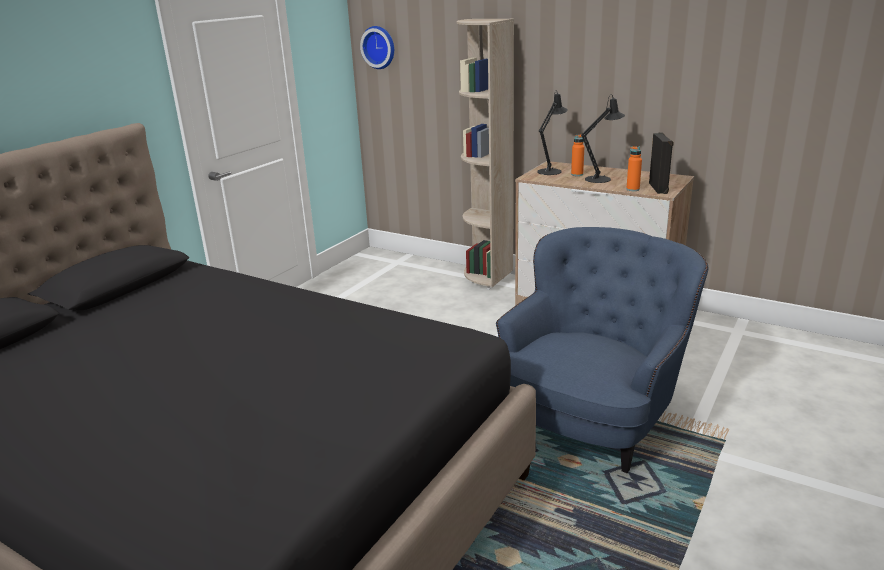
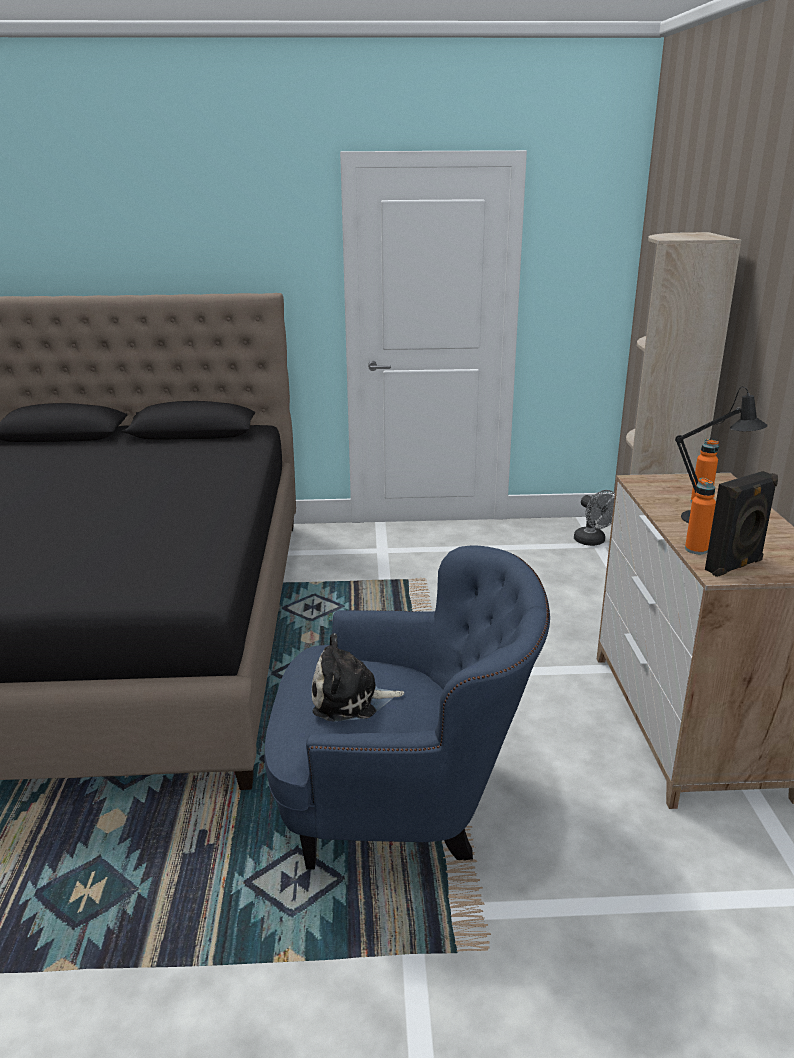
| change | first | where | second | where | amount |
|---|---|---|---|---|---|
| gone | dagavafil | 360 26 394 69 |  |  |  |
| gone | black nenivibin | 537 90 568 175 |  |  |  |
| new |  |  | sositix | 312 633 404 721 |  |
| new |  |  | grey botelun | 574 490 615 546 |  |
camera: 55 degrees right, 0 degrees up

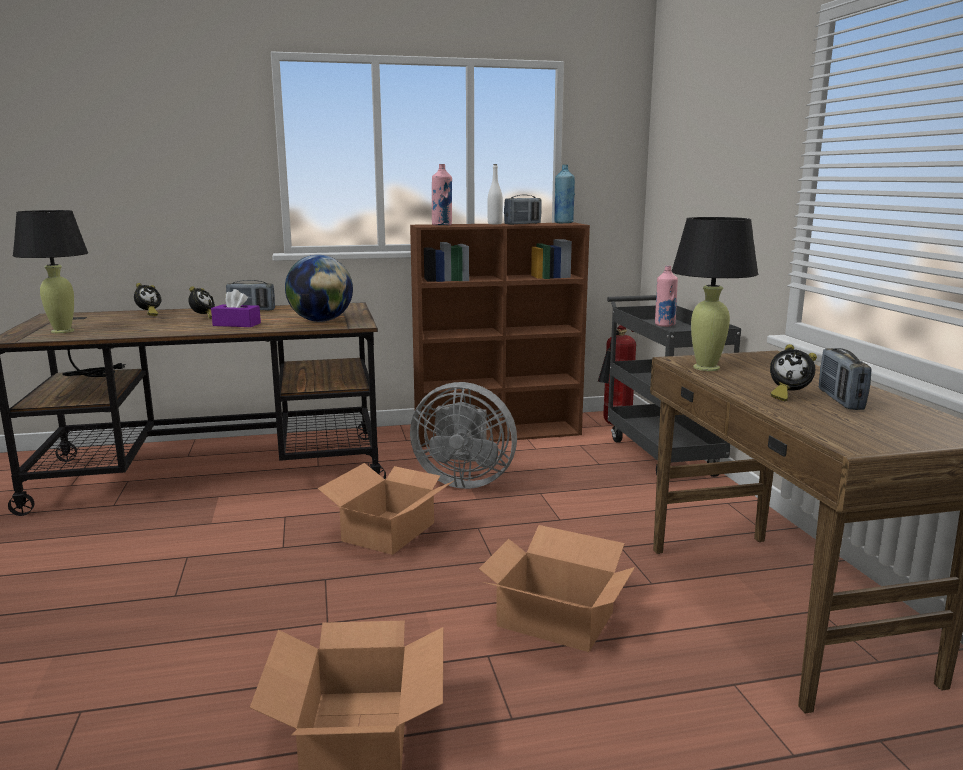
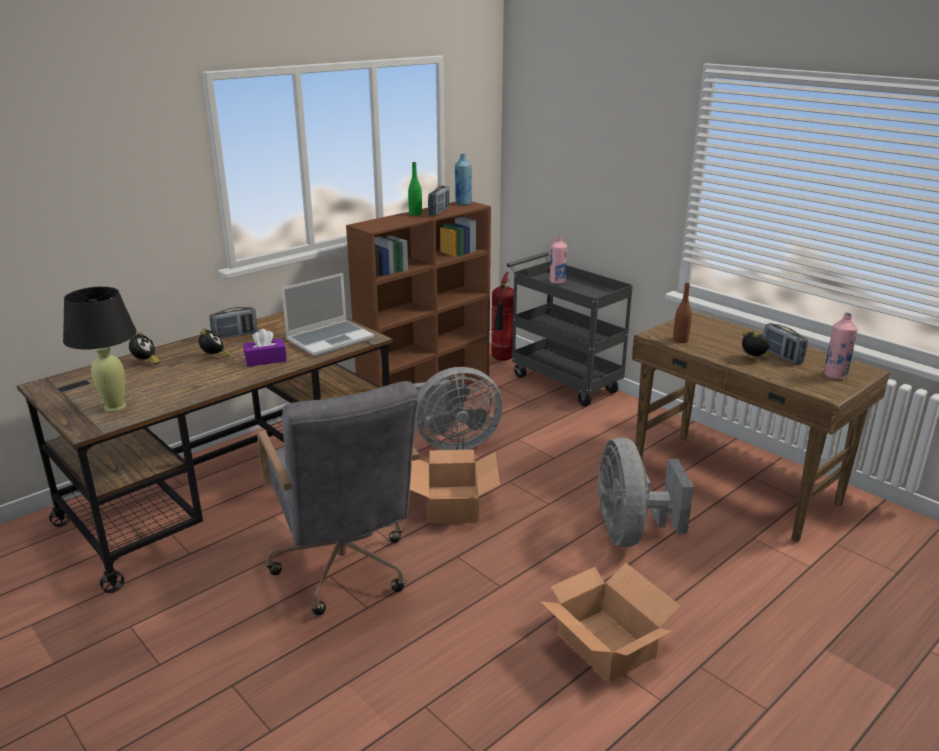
| change | first | where | second | where | amount |
|---|---|---|---|---|---|
| swapped | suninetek | 285 255 353 322 | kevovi | 281 273 374 356 |  |
| shifted | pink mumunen | 432 164 452 226 |  | 824 313 858 379 |  |
| swapped | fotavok | 479 525 635 652 | grey botelun | 598 437 694 547 |  |
| repainted | white mumunen | 487 164 503 224 | green mumunen | 408 162 422 216 |  |
| swapped | black nenivibin | 672 217 758 371 | brown mumunen | 673 283 692 343 |  |
| rotated | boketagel | 770 344 817 401 |  | 742 331 771 358 | 120 degrees counterclockwise |
| new |  |  | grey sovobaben | 257 381 420 615 |  |
camera: 30 degrees left, 10 degrees up

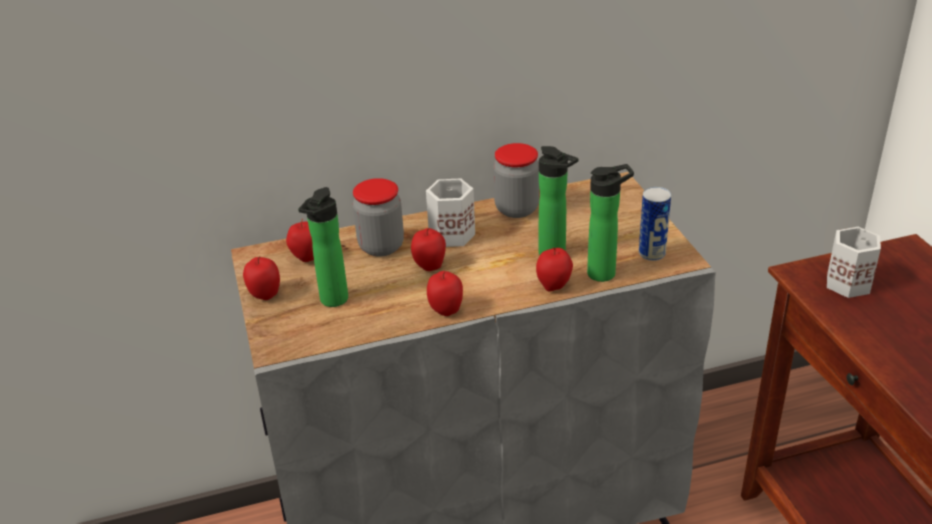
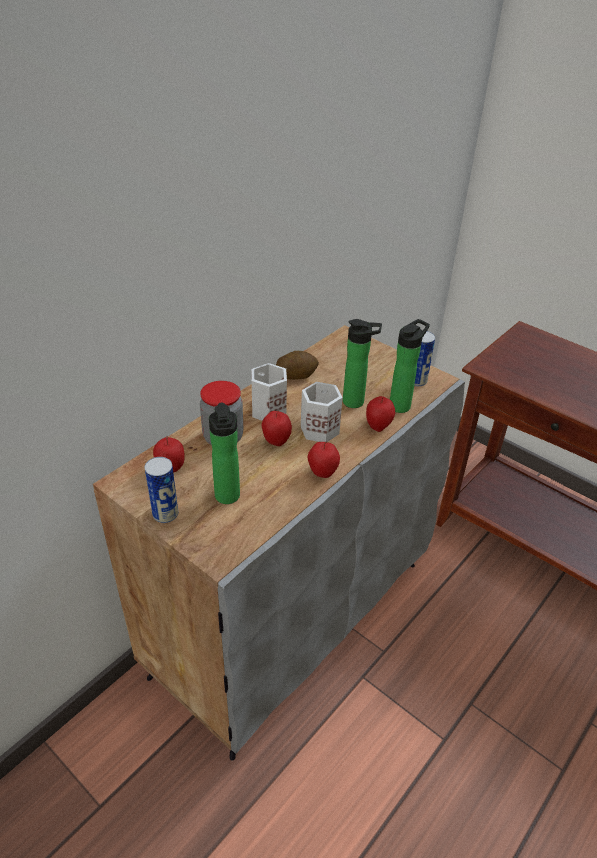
| change | first | where | second | where | amount |
|---|---|---|---|---|---|
| swapped | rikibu | 243 256 280 300 | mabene | 145 457 178 523 |  |
| swapped | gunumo | 493 143 539 218 | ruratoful | 276 351 319 380 |  |
| shifted | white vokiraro | 827 227 881 298 |  | 301 382 343 442 |  |
camera: 35 degrees left, 5 degrees up

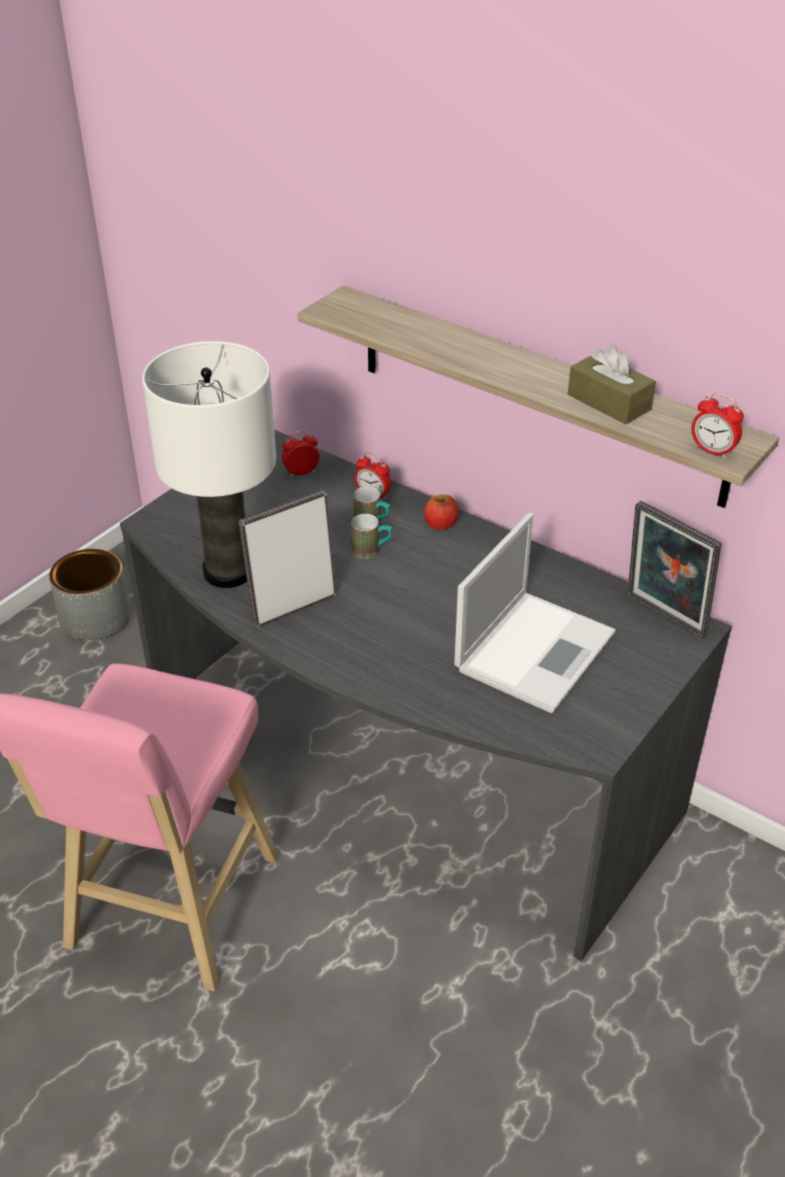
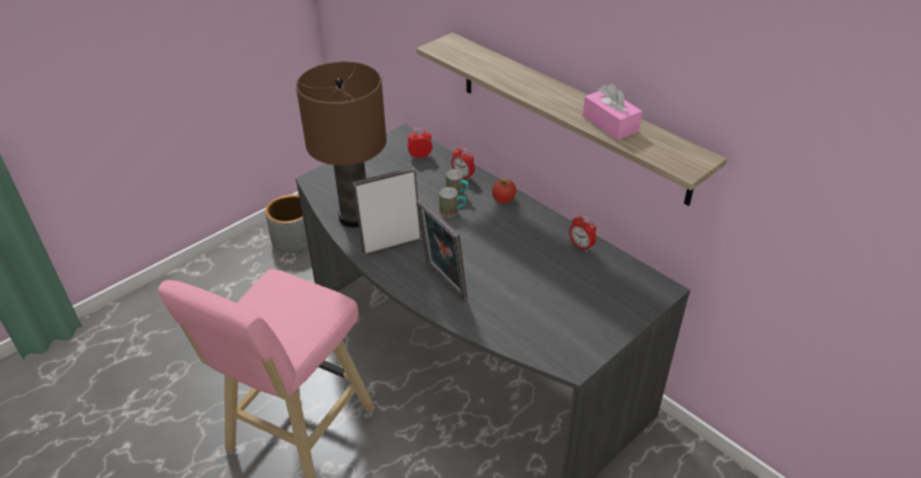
| change | first | where | second | where | amount |
|---|---|---|---|---|---|
| repainted | white nenivibin | 142 341 276 588 | brown nenivibin | 296 61 387 227 |  |
| gone | kevovi | 454 513 616 713 |  |  |  |
| repainted | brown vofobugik | 568 345 656 425 | pink vofobugik | 583 83 642 140 |  |
| shifted | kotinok | 627 501 722 638 |  | 416 199 467 301 |  |
| shifted | boketagel | 692 392 744 459 |  | 569 215 596 252 |  |
camera: 10 degrees right, 0 degrees up

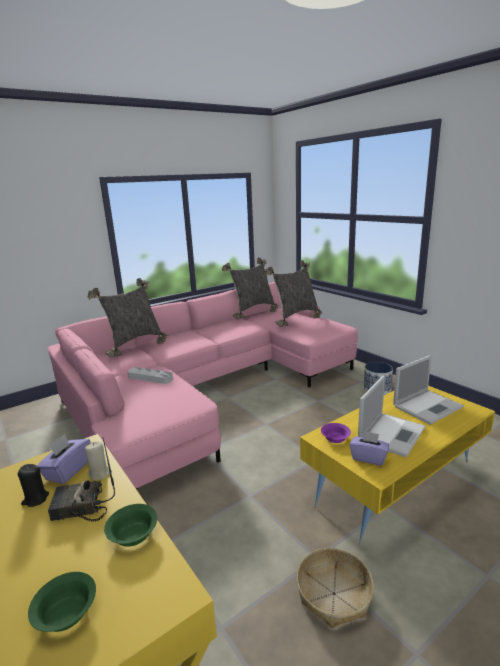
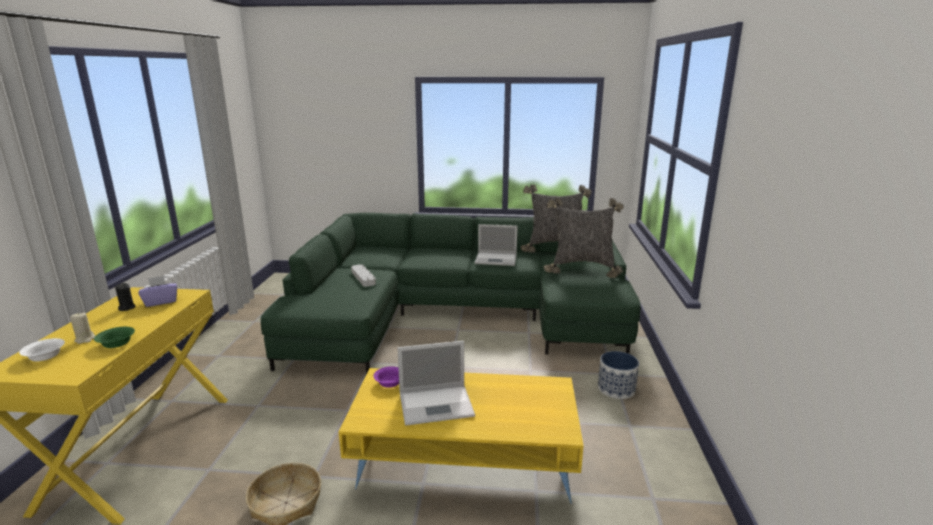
| change | first | where | second | where | amount |
|---|---|---|---|---|---|
| repainted | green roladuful | 28 572 96 632 | white roladuful | 19 338 65 361 |  |
| repainted | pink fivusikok | 47 282 358 489 | green fivusikok | 260 213 640 375 |  |
| gone | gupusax | 48 437 115 522 |  |  |  |
| shifted | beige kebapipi | 85 441 112 480 |  | 70 312 95 344 |  |
| gone | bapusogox | 87 278 167 358 |  |  |  |
| gone | purple vofobugik | 349 430 389 466 |  |  |  |
| shifted | kevovi | 393 355 464 425 |  | 474 224 518 266 |  |
camera: 40 degrees right, 0 degrees up

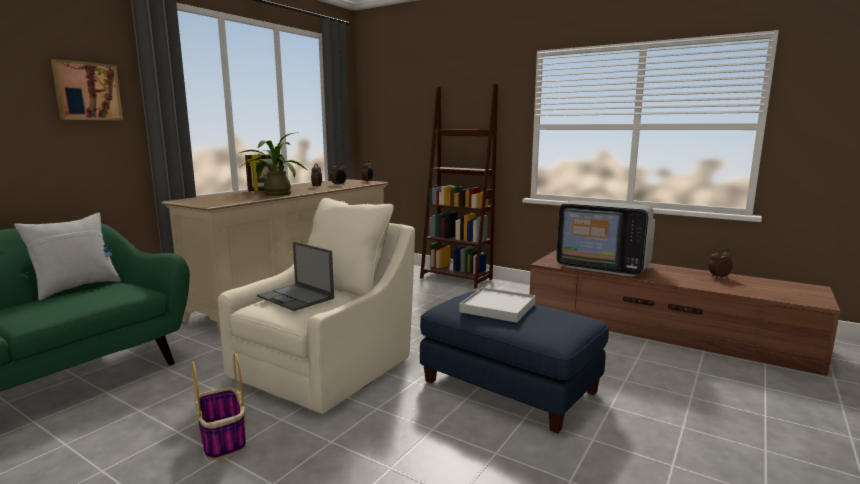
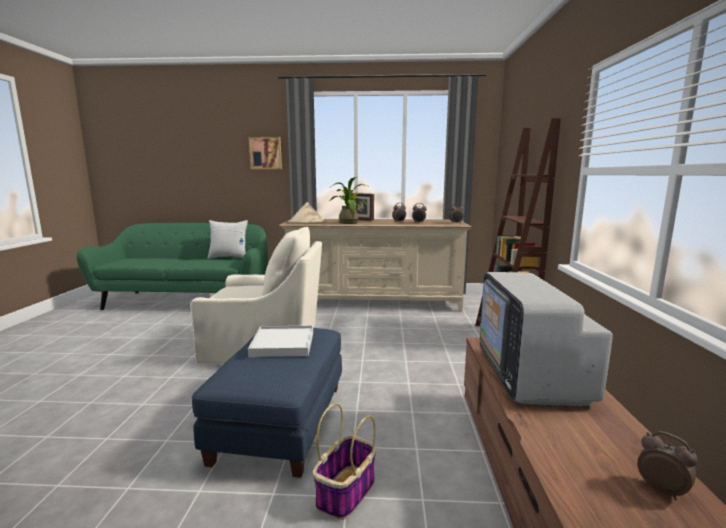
| change | first | where | second | where | amount |
|---|---|---|---|---|---|
| shifted | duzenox | 192 353 246 461 |  | 313 403 376 520 |  |
| gone | kevovi | 257 241 334 311 |  |  |  |
| new |  |  | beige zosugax | 288 202 325 223 |  |
camera: 60 degrees right, 0 degrees up

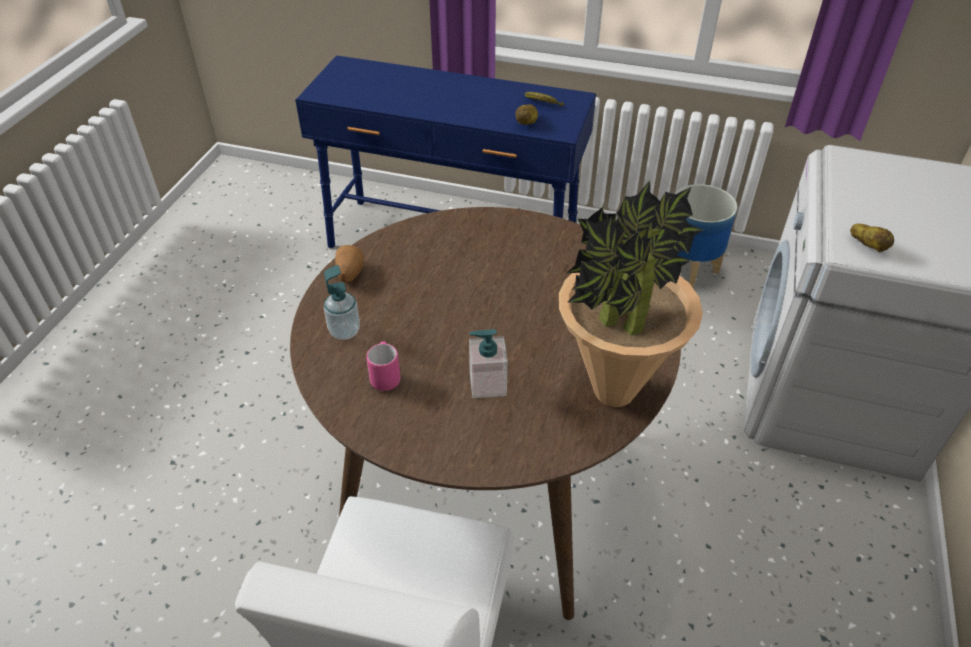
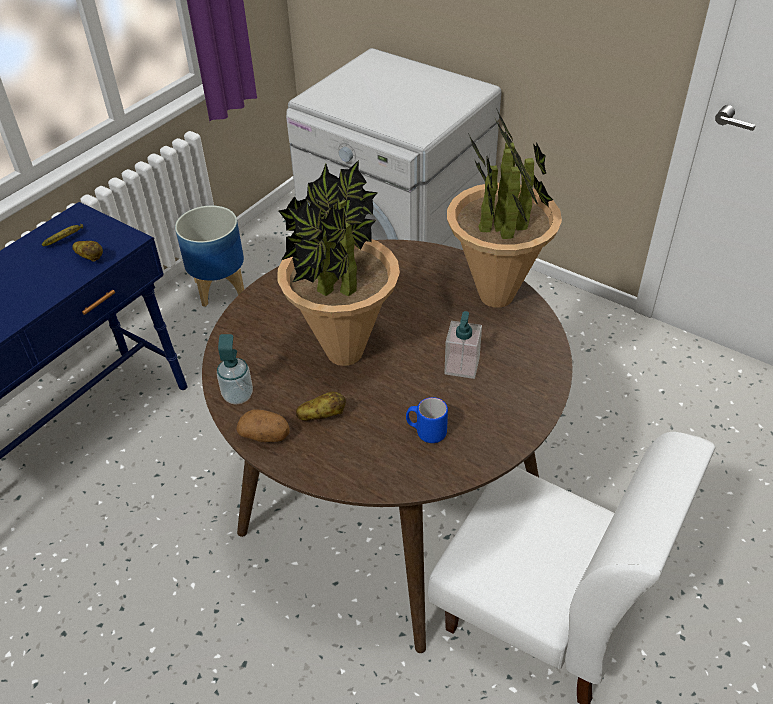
| change | first | where | second | where | amount |
|---|---|---|---|---|---|
| shifted | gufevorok | 324 265 360 340 |  | 217 334 253 405 |  |
| repainted | pink vokiraro | 366 341 401 391 | blue vokiraro | 406 397 448 443 |  |
| shifted | ruratoful | 850 224 894 252 |  | 296 392 346 421 |  |
| new |  |  | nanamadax | 278 160 400 366 |  |
camera: 70 degrees left, 0 degrees up

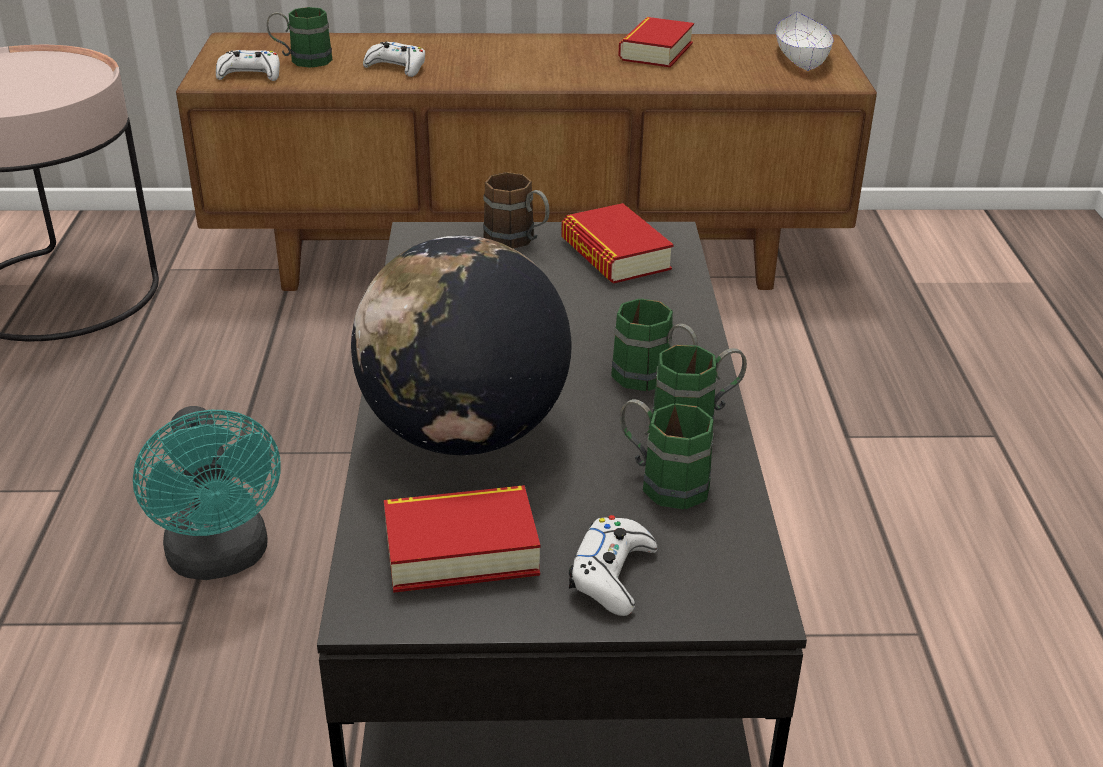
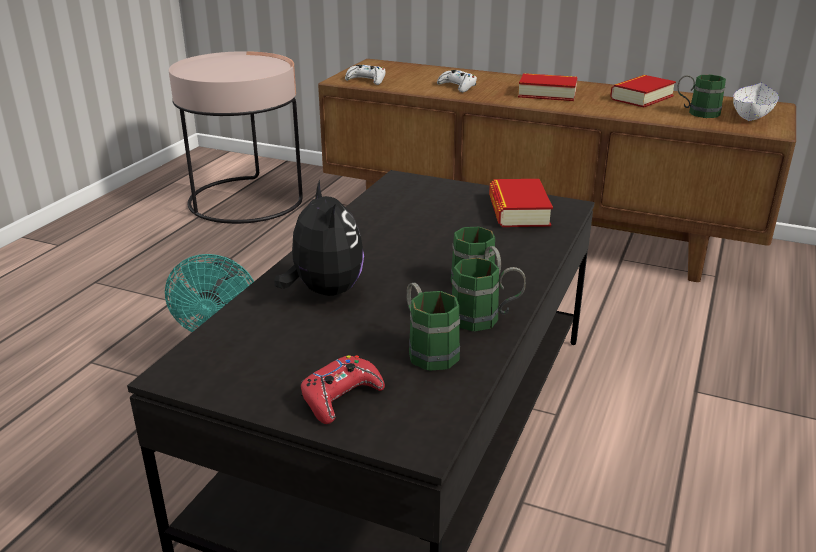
| change | first | where | second | where | amount |
|---|---|---|---|---|---|
| shifted | green vokiraro | 267 7 332 68 |  | 677 75 726 118 |  |
| swapped | suninetek | 351 236 571 455 | sositix | 274 180 364 296 |  |
| shifted | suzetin | 384 485 540 593 |  | 518 73 578 101 |  |
| gone | brown vokiraro | 483 172 550 249 |  |  |  |
| repainted | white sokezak | 569 515 658 616 | red sokezak | 300 355 385 424 |  |
camera: 25 degrees right, 5 degrees down

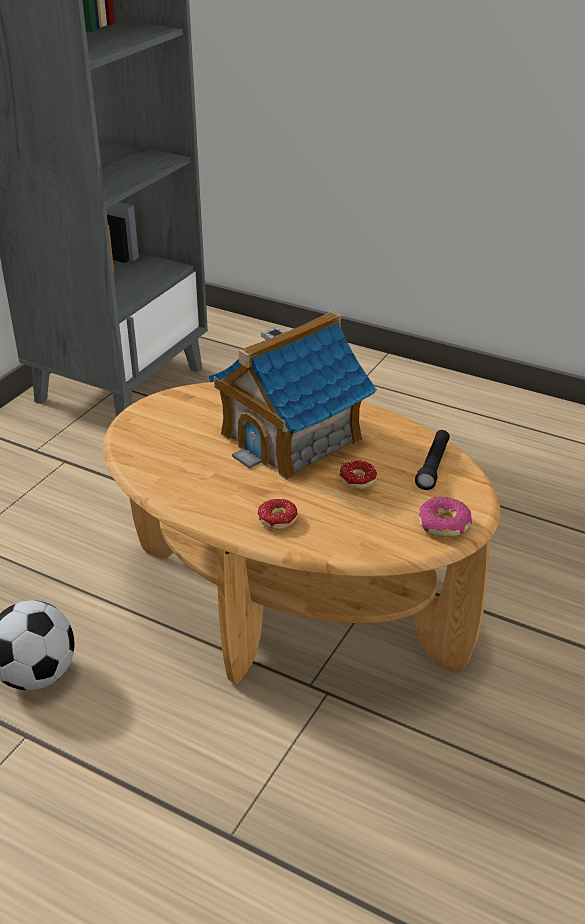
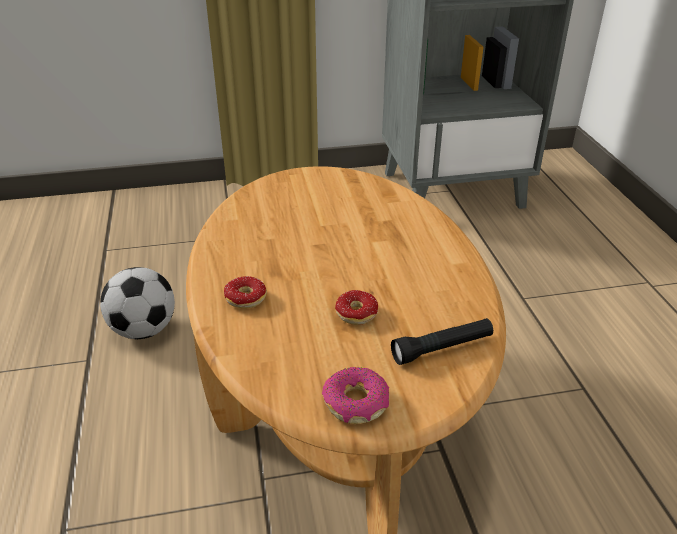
| change | first | where | second | where | amount |
|---|---|---|---|---|---|
| gone | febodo | 209 311 377 480 |  |  |  |
camera: 50 degrees right, 0 degrees up

